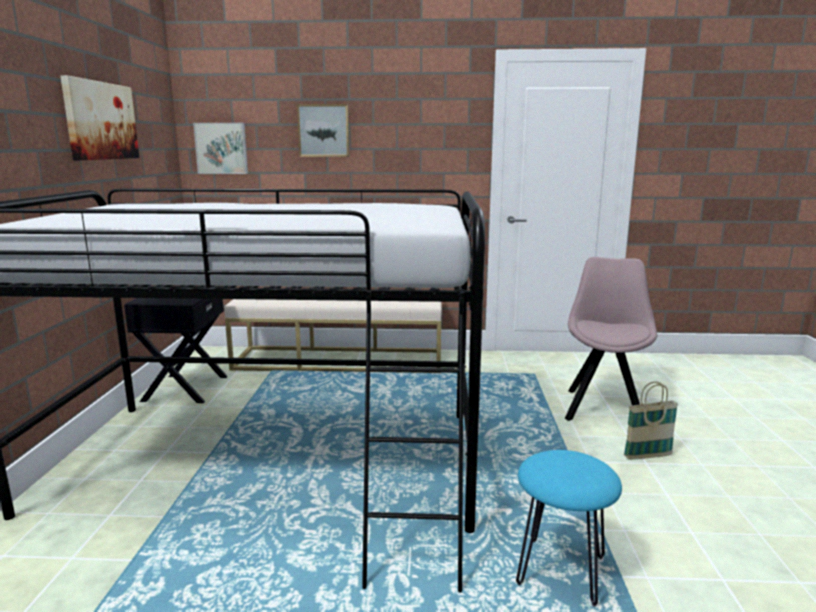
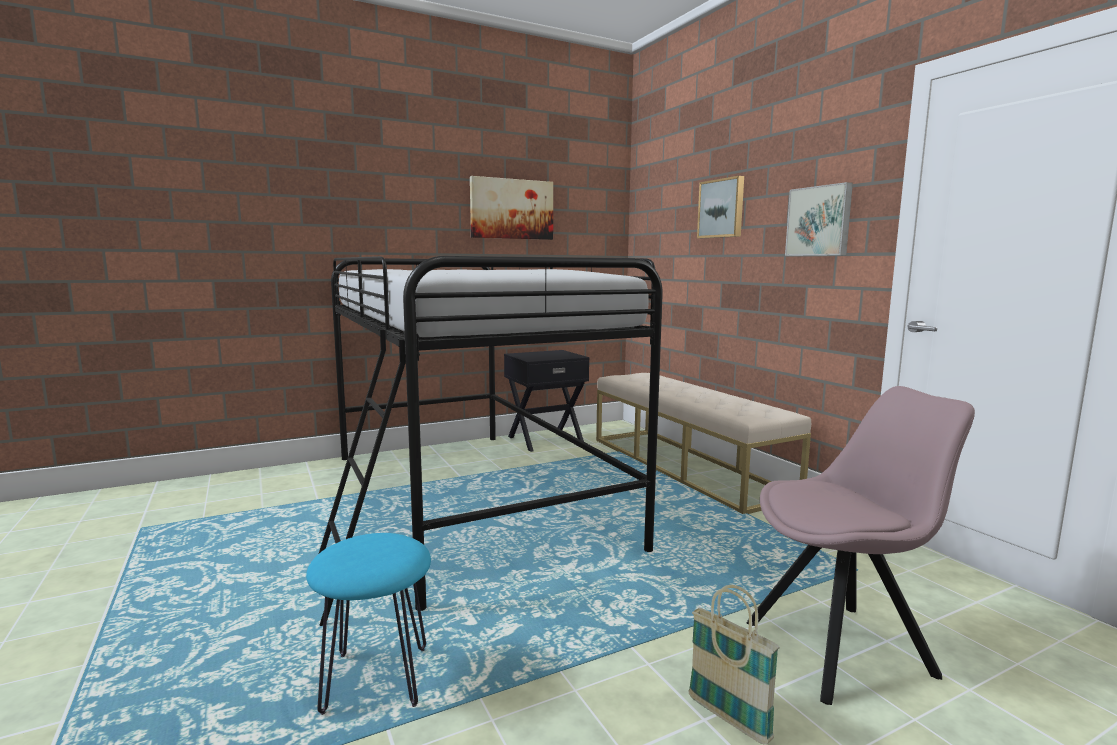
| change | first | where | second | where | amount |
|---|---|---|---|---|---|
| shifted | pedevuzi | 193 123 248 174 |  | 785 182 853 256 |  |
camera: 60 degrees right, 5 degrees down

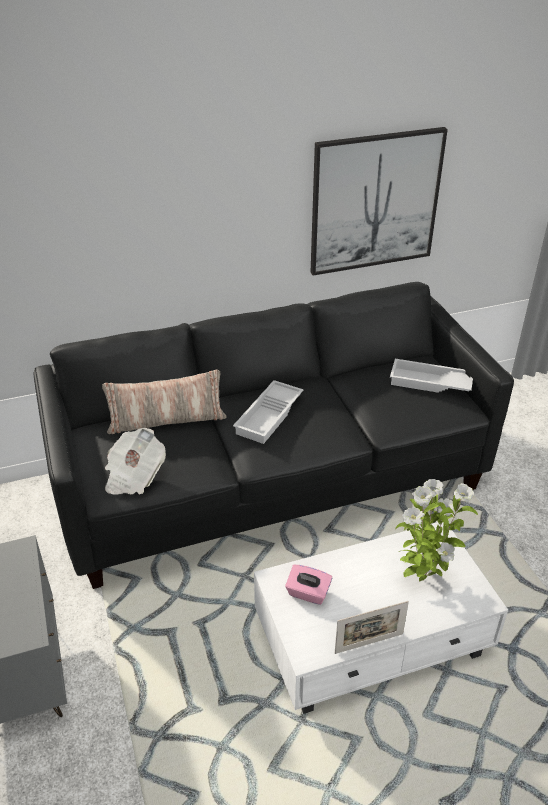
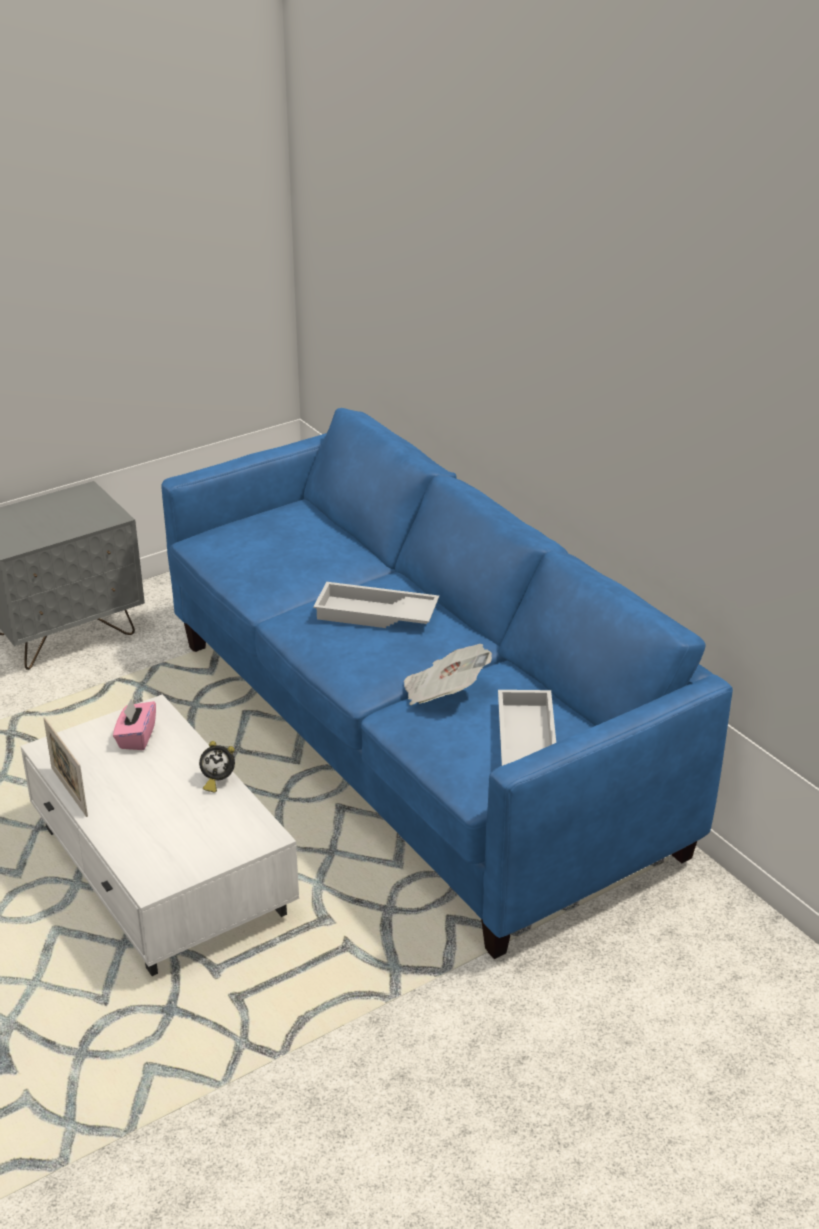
| change | first | where | second | where | amount |
|---|---|---|---|---|---|
| repainted | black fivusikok | 33 282 514 589 | blue fivusikok | 161 408 733 959 |  |
| gone | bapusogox | 102 369 227 434 |  |  |  |
| shifted | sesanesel | 105 428 166 494 |  | 404 644 492 705 |  |
| gone | pedevuzi | 310 127 448 276 |  |  |  |
| gone | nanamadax | 395 479 478 581 |  |  |  |
| new |  |  | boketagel | 199 741 235 793 |  |
camera: 75 degrees right, 5 degrees down

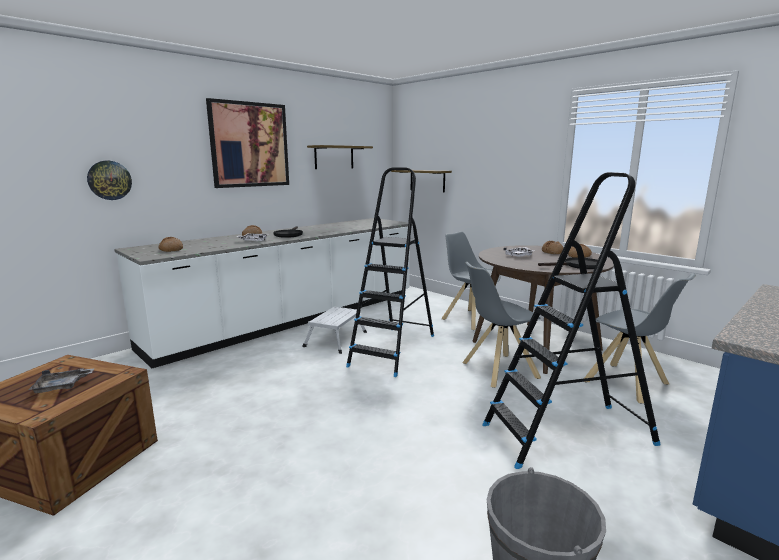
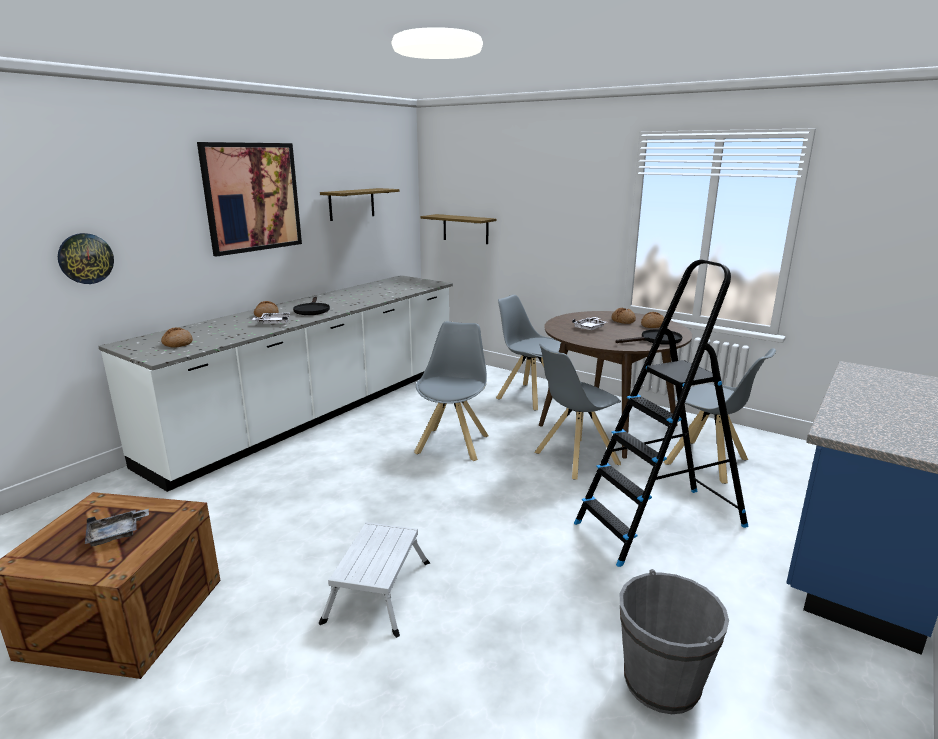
| change | first | where | second | where | amount |
|---|---|---|---|---|---|
| shifted | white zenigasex | 302 306 367 354 |  | 319 522 430 638 |  |
| swapped | black zenigasex | 346 167 434 377 | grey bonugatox | 414 321 489 461 |  |
camera: 10 degrees left, 5 degrees up

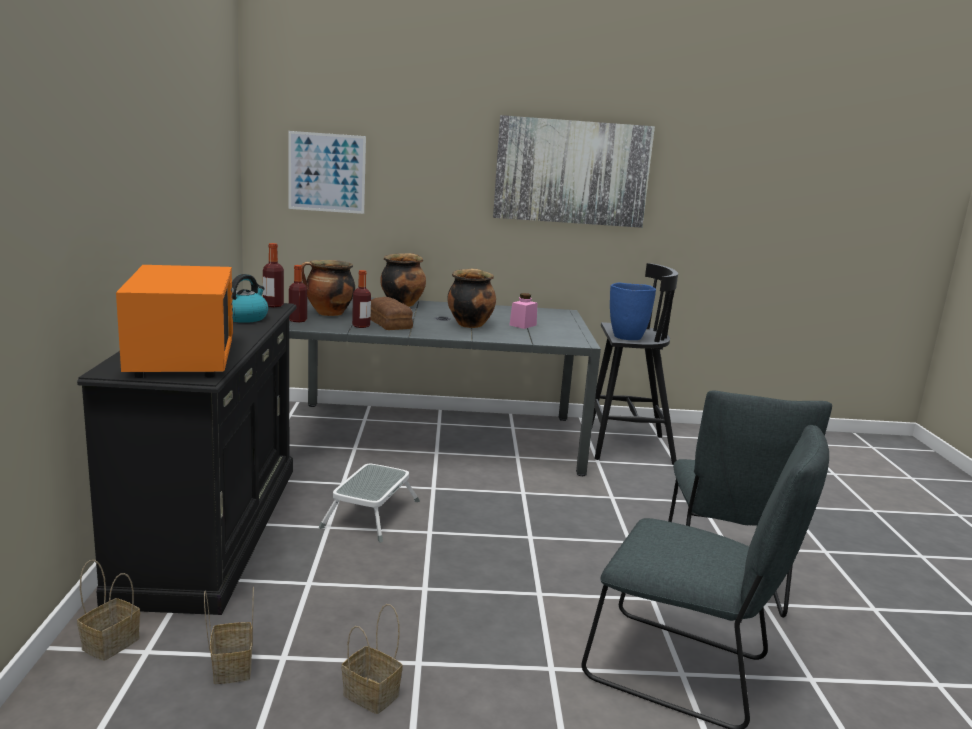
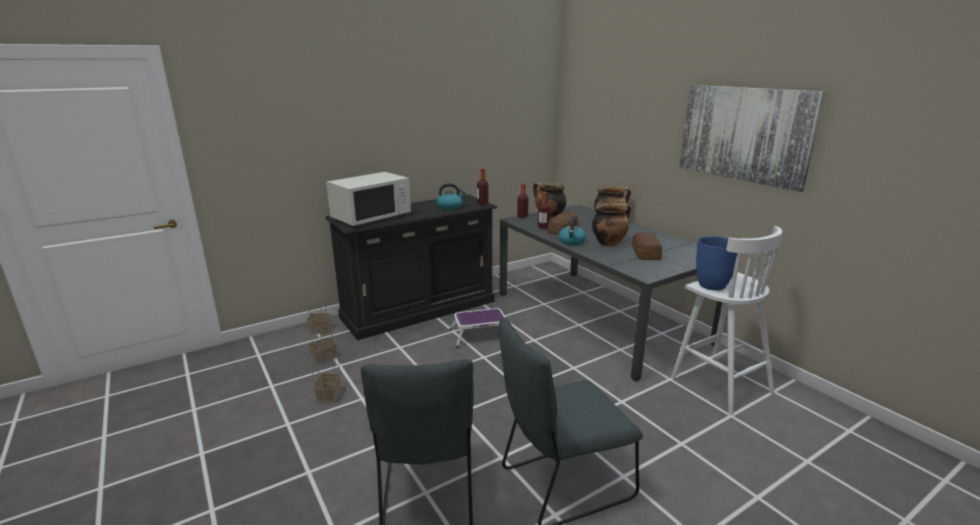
| change | first | where | second | where | amount |
|---|---|---|---|---|---|
| repainted | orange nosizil | 116 265 233 378 | white nosizil | 326 172 411 228 |  |
| gone | pedevuzi | 288 131 366 214 |  |  |  |
| repainted | grey zenigasex | 319 464 420 542 | purple zenigasex | 449 308 506 349 |  |
| swapped | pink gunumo | 510 293 537 329 | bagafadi | 632 232 662 260 |  |
| repainted | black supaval | 592 263 678 465 | white supaval | 671 226 782 415 |  |
| new |  |  | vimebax | 559 216 586 245 |  |
camera: 60 degrees right, 5 degrees up

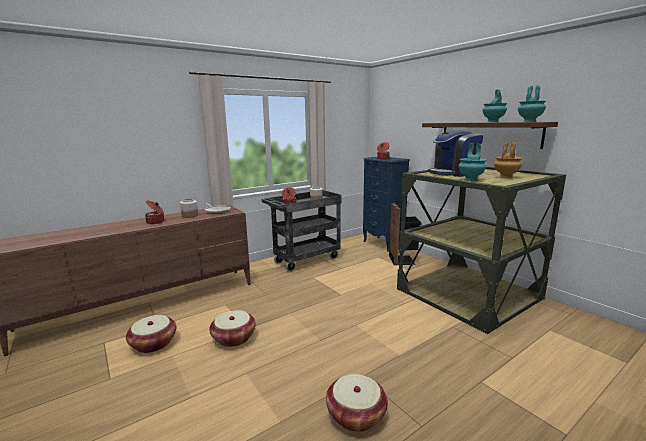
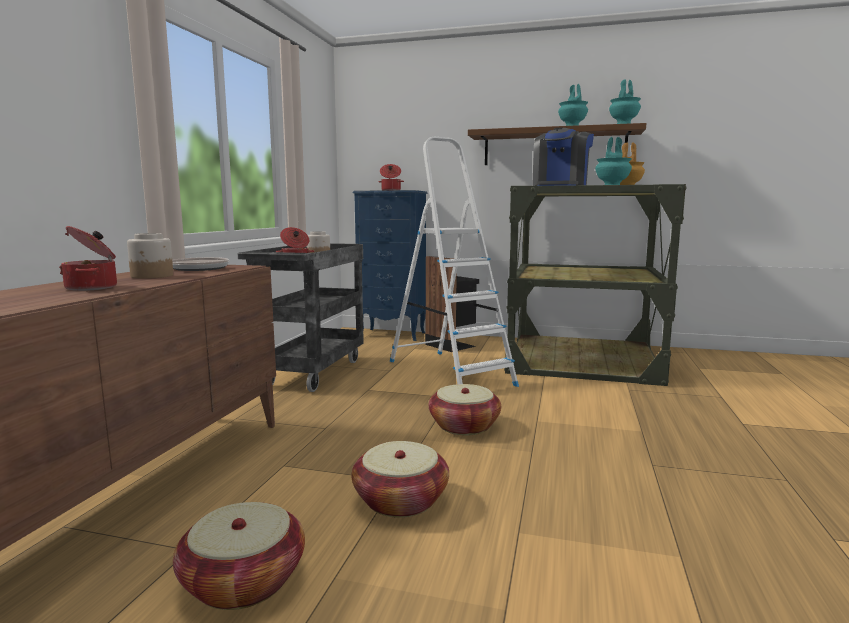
| change | first | where | second | where | amount |
|---|---|---|---|---|---|
| shifted | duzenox | 326 374 388 432 |  | 429 384 501 436 |  |
| new |  |  | white zenigasex | 390 137 519 387 |  |
camera: 40 degrees left, 5 degrees down

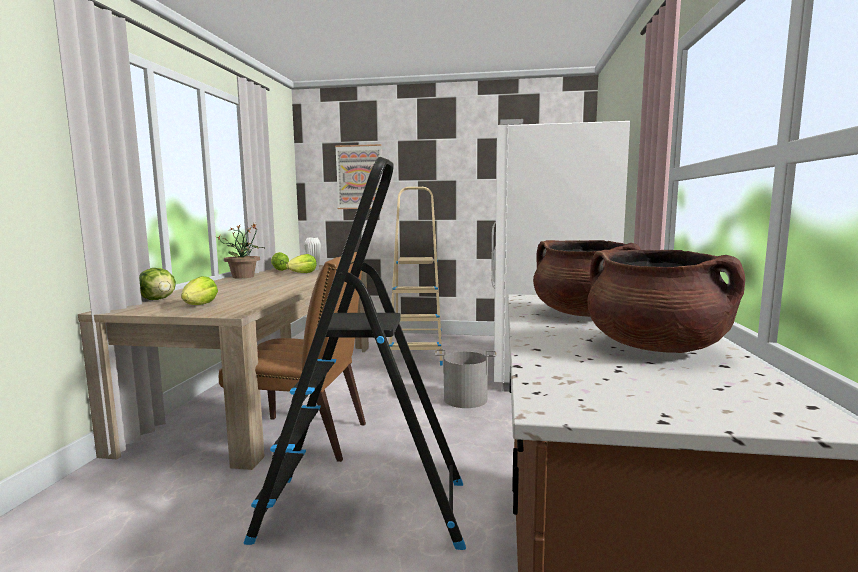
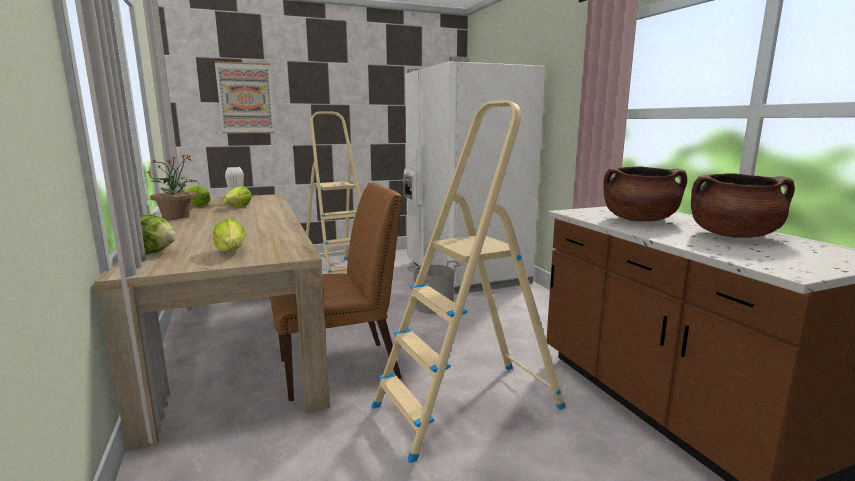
| change | first | where | second | where | amount |
|---|---|---|---|---|---|
| repainted | black zenigasex | 244 157 466 550 | beige zenigasex | 371 100 566 463 |  |
camera: 30 degrees left, 5 degrees up

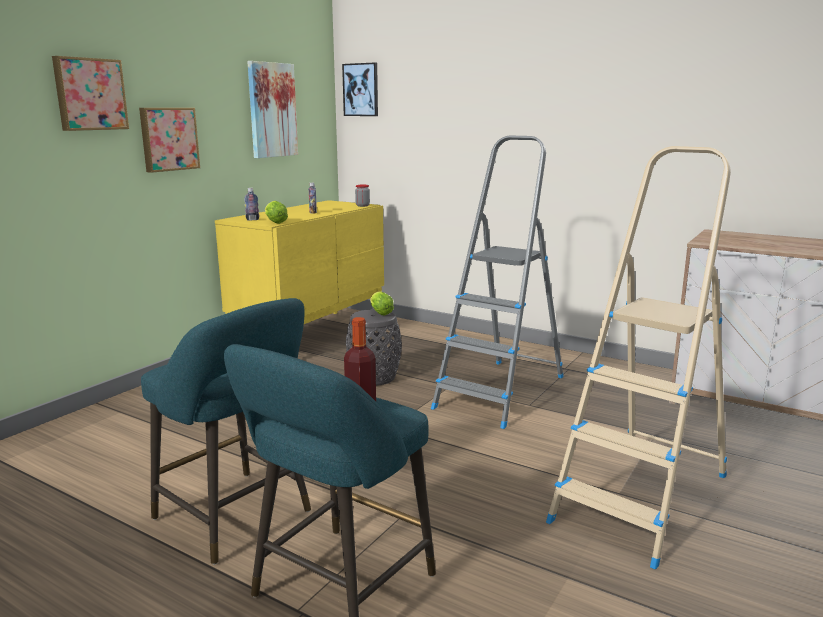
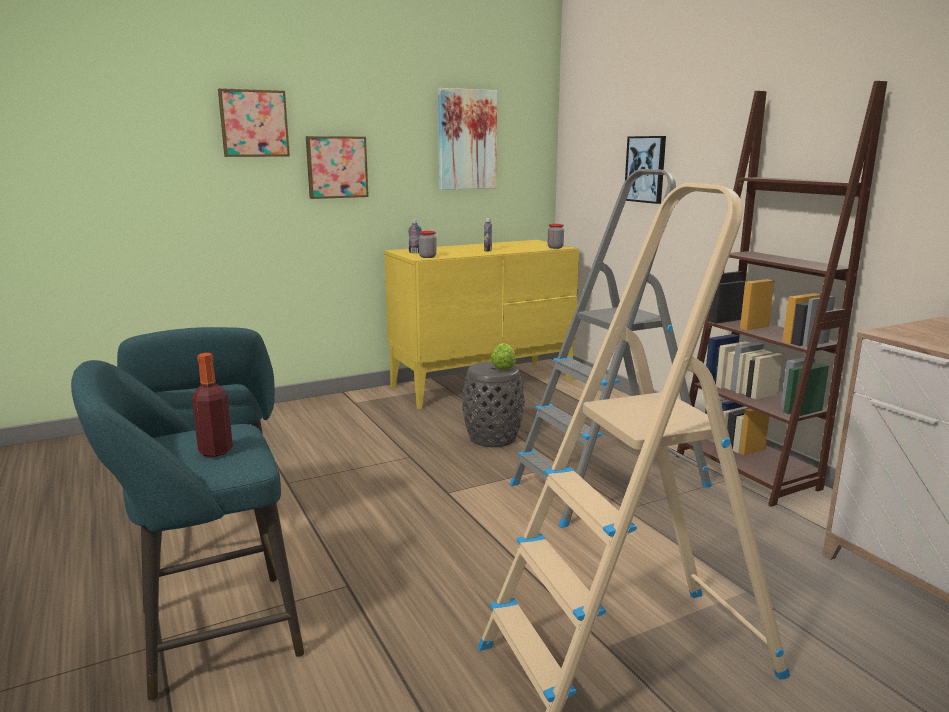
| change | first | where | second | where | amount |
|---|---|---|---|---|---|
| swapped | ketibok | 265 201 288 224 | gunumo | 419 231 437 258 |  |
| shifted | pedevuzi | 342 62 378 116 |  | 625 136 666 204 |  |
| new |  |  | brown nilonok | 676 81 887 507 |  |
camera: 30 degrees right, 0 degrees up

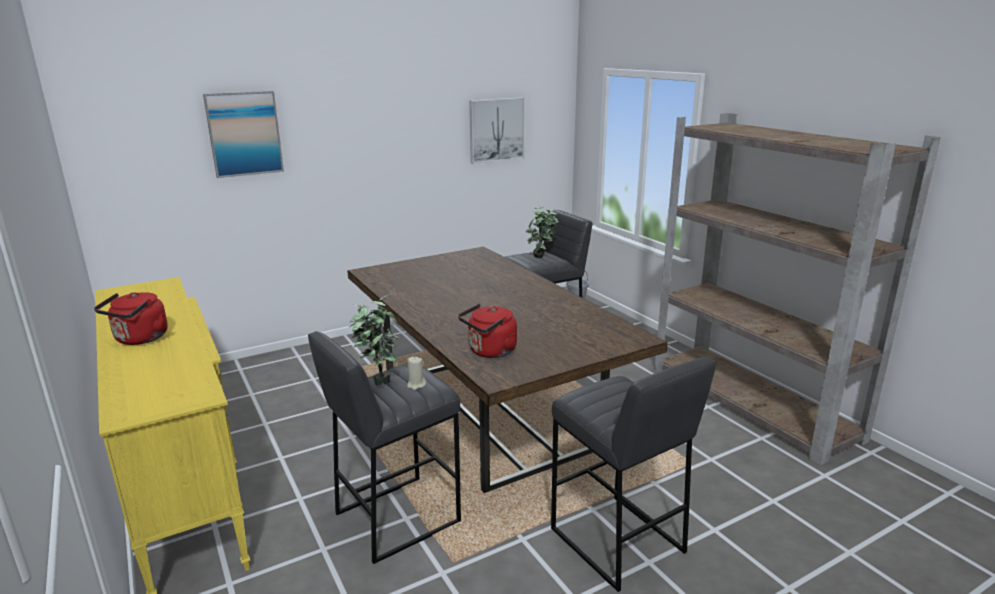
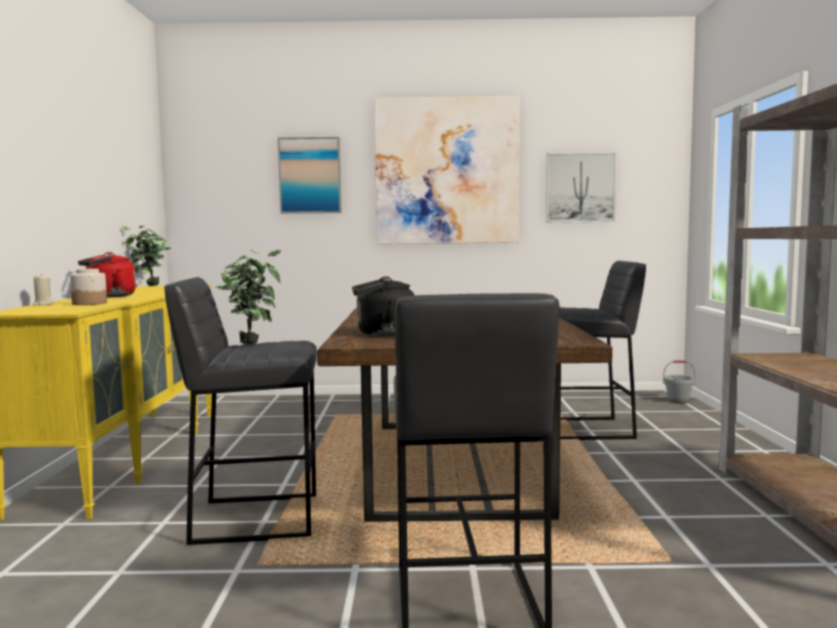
| change | first | where | second | where | amount |
|---|---|---|---|---|---|
| shifted | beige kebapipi | 407 356 426 390 |  | 33 273 54 306 |  |
| repainted | red vimebax | 458 304 517 358 | black vimebax | 352 277 414 336 |  |
| shifted | nanamadax | 526 206 559 258 |  | 122 225 171 286 |  |
| new |  |  | gunumo | 70 269 107 305 |  |
| new |  |  | pedevuzi | 374 96 520 244 |  |
camera: 30 degrees right, 15 degrees down

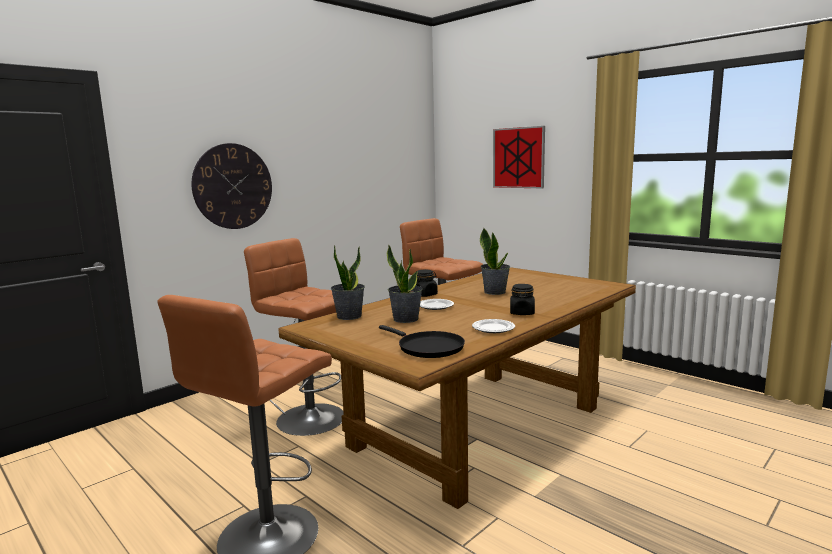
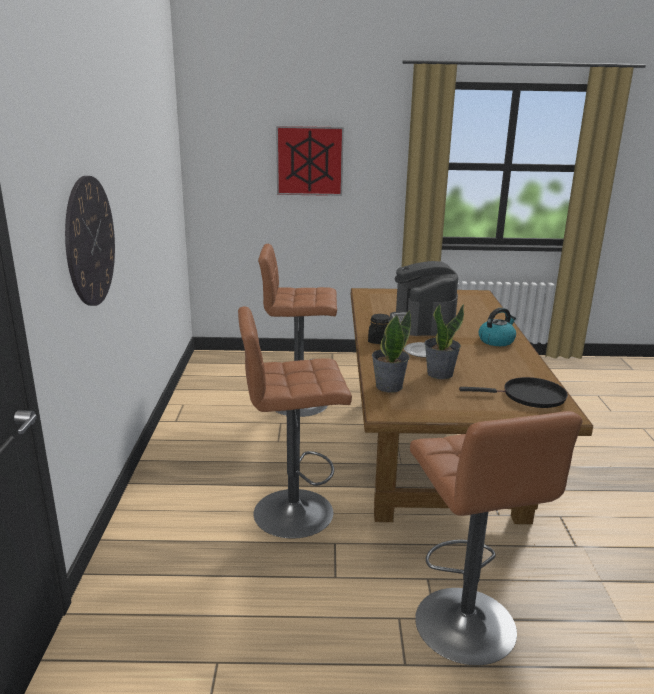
| change | first | where | second | where | amount |
|---|---|---|---|---|---|
| gone | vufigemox | 472 319 515 333 |  |  |  |
| swapped | nanamadax | 480 228 510 295 | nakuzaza | 390 261 458 336 |  |
| swapped | black gunumo | 510 284 535 315 | vimebax | 479 307 516 346 |  |
camera: 45 degrees left, 10 degrees up

